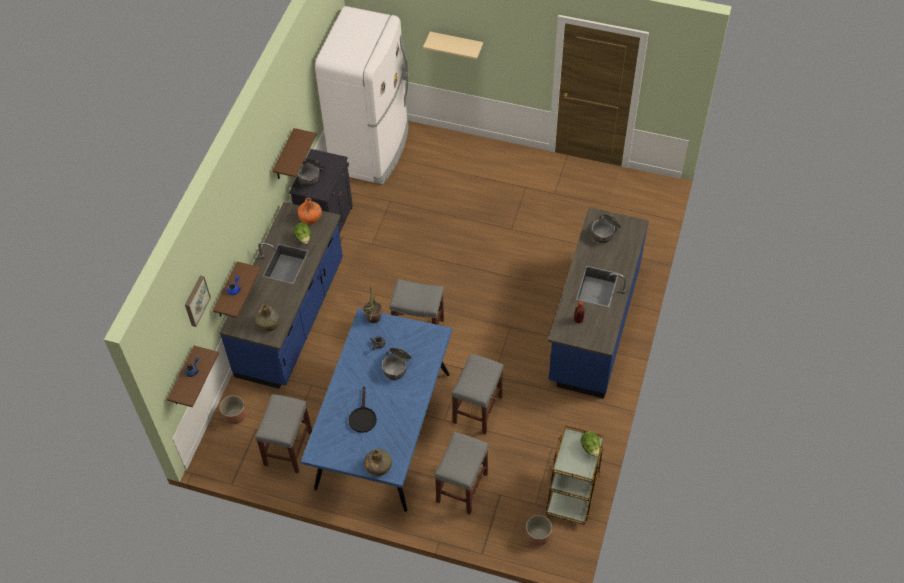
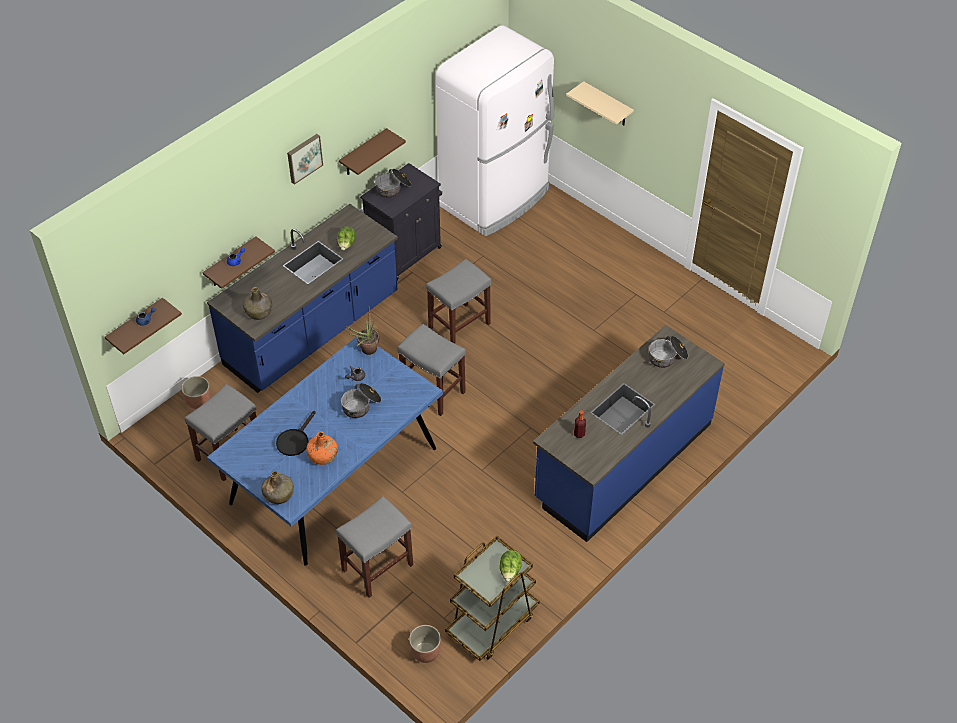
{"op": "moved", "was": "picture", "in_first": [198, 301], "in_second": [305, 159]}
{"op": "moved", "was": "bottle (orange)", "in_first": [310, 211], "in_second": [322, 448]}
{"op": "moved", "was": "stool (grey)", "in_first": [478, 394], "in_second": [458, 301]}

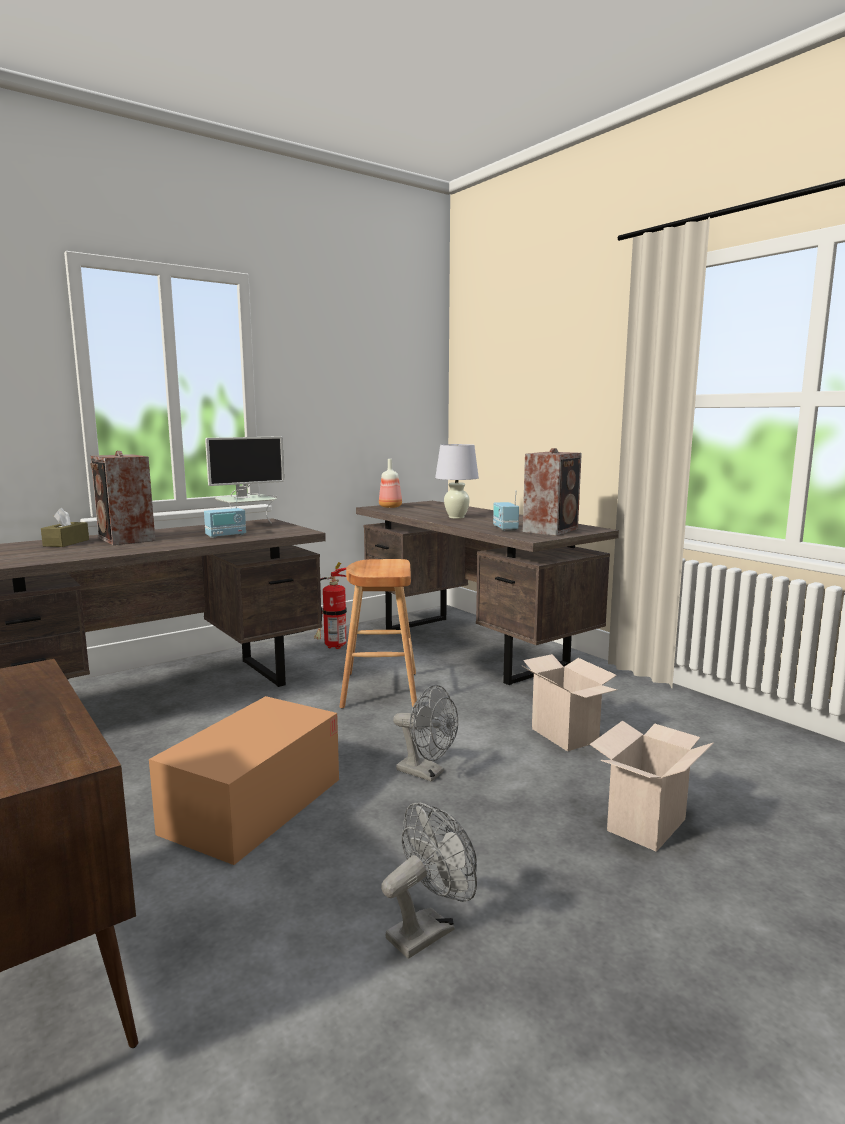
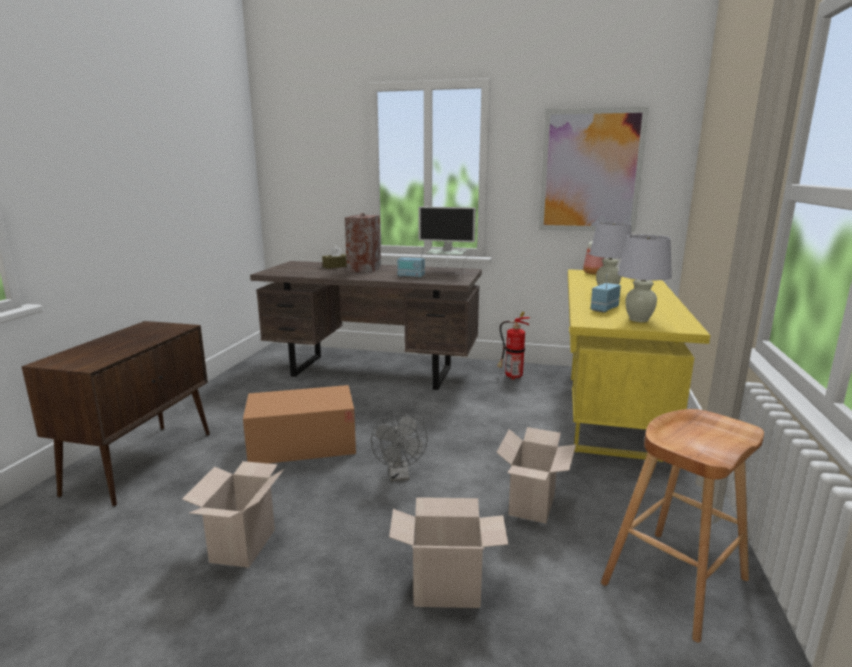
{"op": "moved", "was": "stool (brown)", "in_first": [378, 633], "in_second": [682, 526]}
{"op": "recoloured", "was": "desk (brown)", "now": "desk (yellow)", "in_first": [487, 593], "in_second": [639, 365]}
{"op": "replaced", "was": "fan (grey)", "now": "cardboard box", "in_first": [429, 880], "in_second": [233, 514]}
{"op": "replaced", "was": "speaker", "now": "table lamp (white)", "in_first": [552, 492], "in_second": [645, 278]}
{"op": "added", "now": "picture", "in_second": [593, 169]}

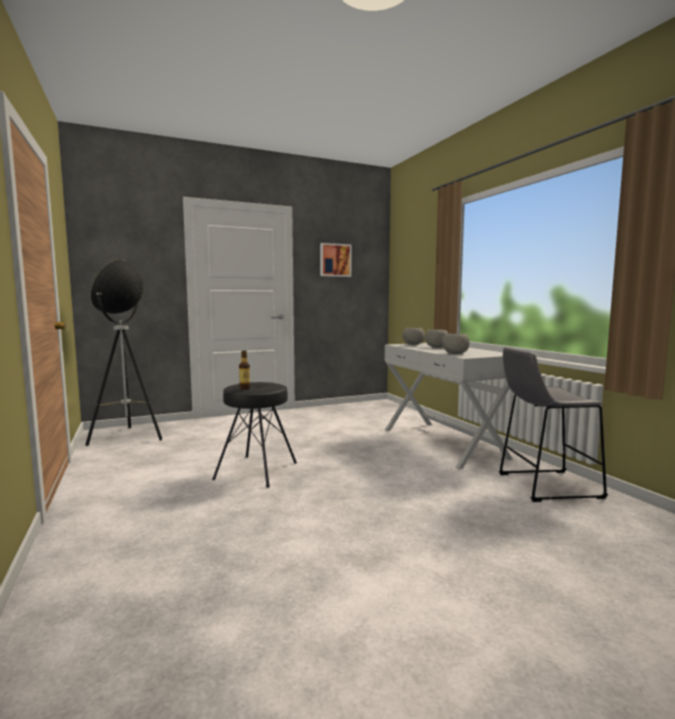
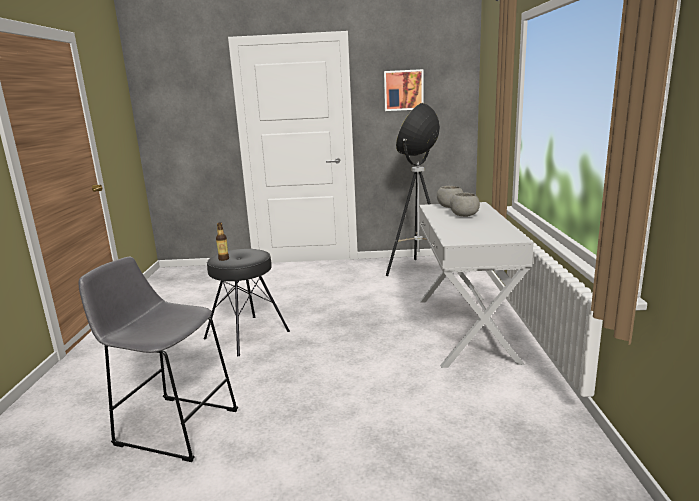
{"op": "moved", "was": "floor lamp", "in_first": [123, 352], "in_second": [413, 189]}
{"op": "removed", "was": "bowl (grey)", "in_first": [456, 343]}
{"op": "moved", "was": "stool (grey)", "in_first": [553, 424], "in_second": [158, 359]}

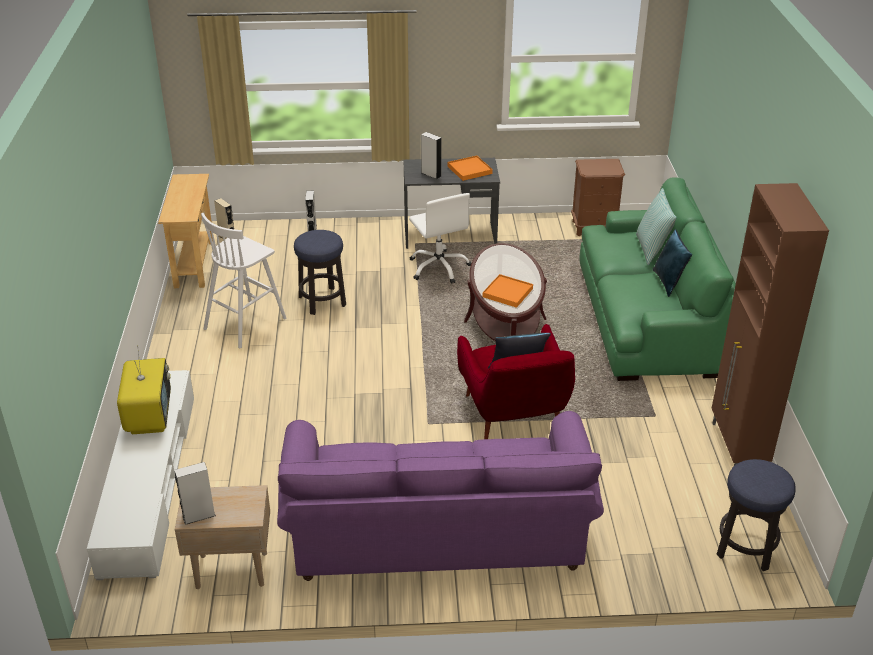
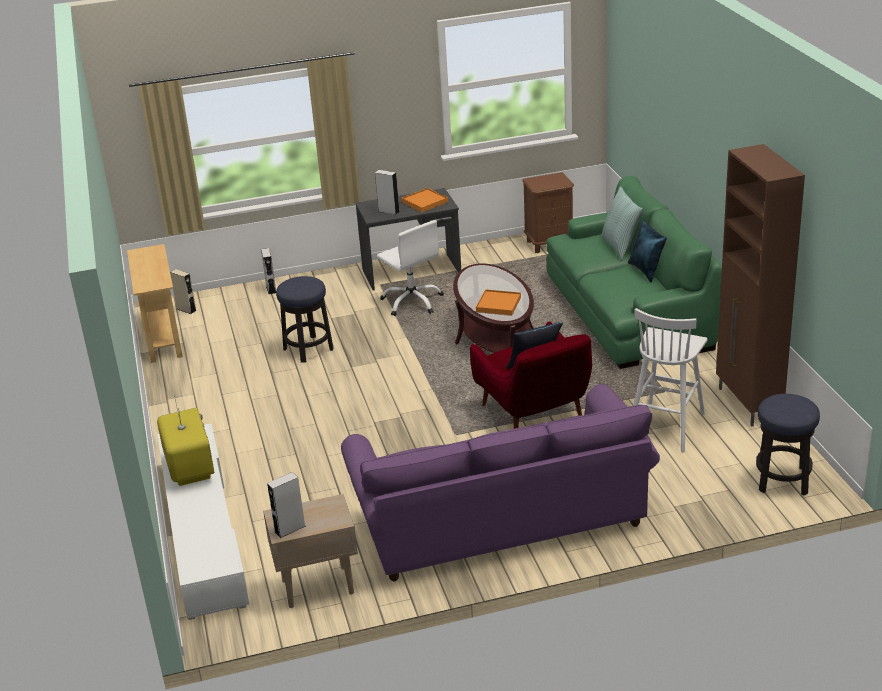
{"op": "moved", "was": "stool (white)", "in_first": [243, 280], "in_second": [670, 380]}

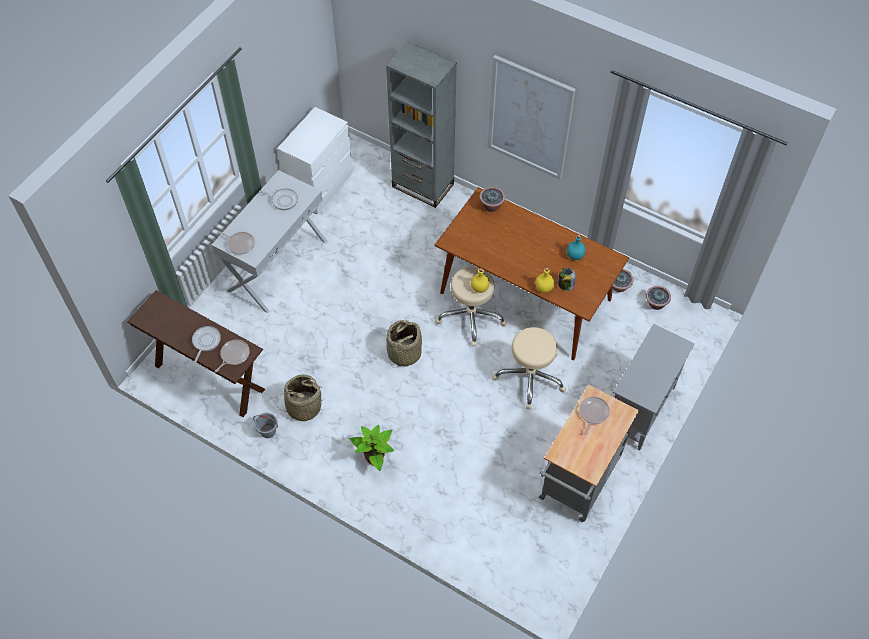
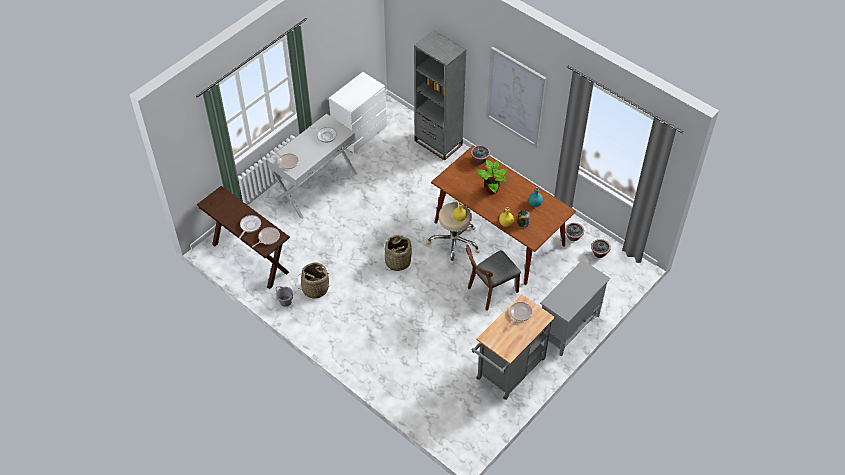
{"op": "moved", "was": "potted plant", "in_first": [372, 448], "in_second": [491, 177]}
{"op": "replaced", "was": "stool (beige)", "now": "chair (brown)", "in_first": [529, 368], "in_second": [493, 278]}

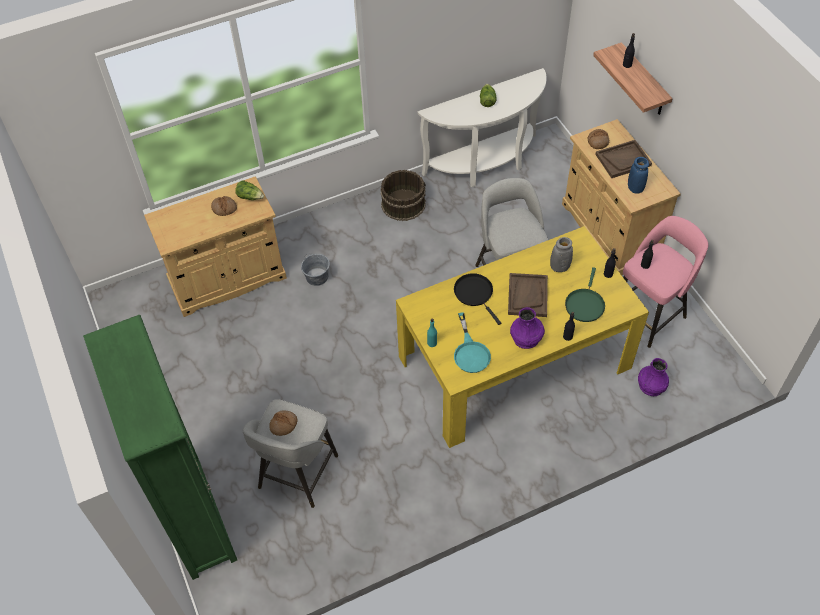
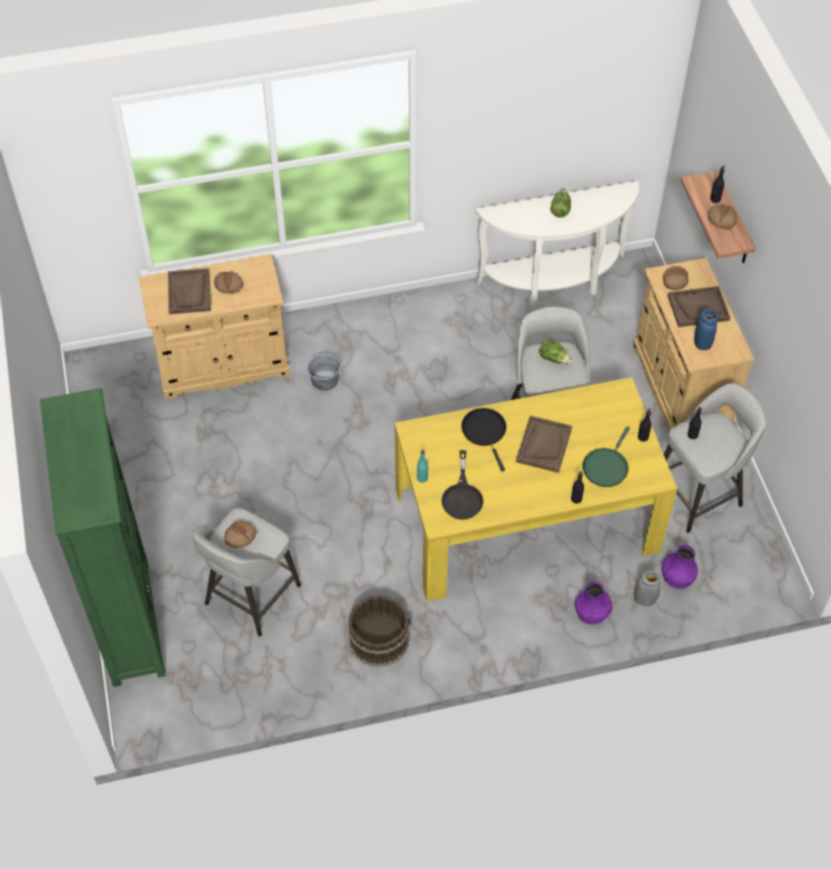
{"op": "moved", "was": "lettuce", "in_first": [249, 190], "in_second": [555, 351]}
{"op": "moved", "was": "bucket (brown)", "in_first": [403, 195], "in_second": [379, 631]}
{"op": "recoloured", "was": "frying pan (turquoise)", "now": "frying pan (black)", "in_first": [472, 342], "in_second": [462, 485]}
{"op": "moved", "was": "vase (purple)", "in_first": [527, 328], "in_second": [593, 603]}
{"op": "moved", "was": "vase (grey)", "in_first": [561, 254], "in_second": [647, 588]}
{"op": "recoloured", "was": "stool (pink)", "now": "stool (grey)", "in_first": [666, 282], "in_second": [715, 458]}
{"op": "added", "now": "tray (brown)", "in_second": [189, 291]}
{"op": "added", "now": "bread", "in_second": [722, 216]}

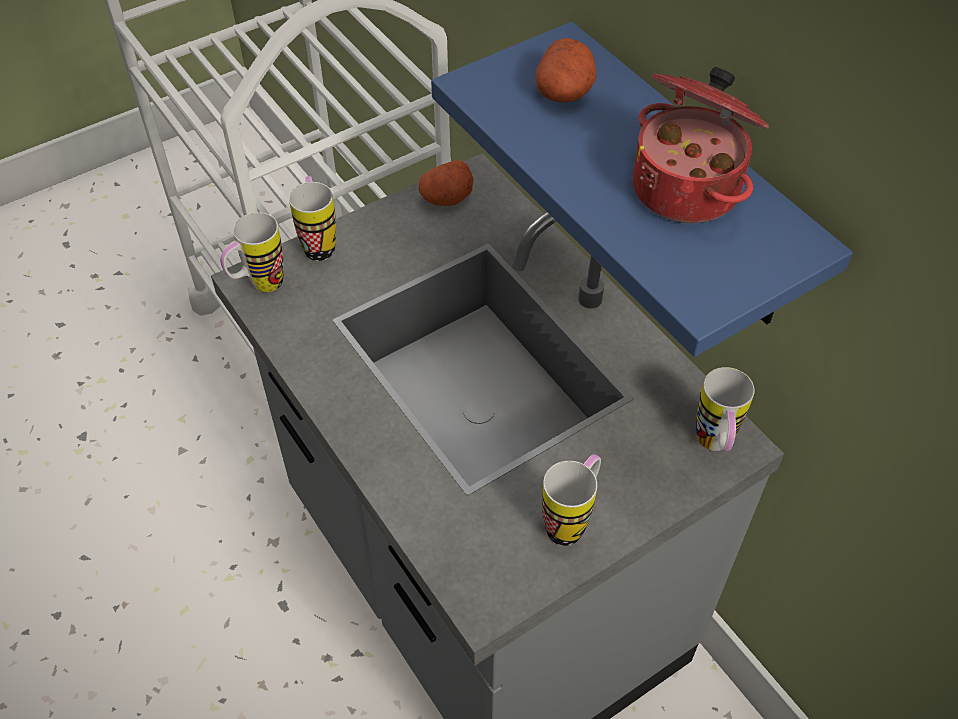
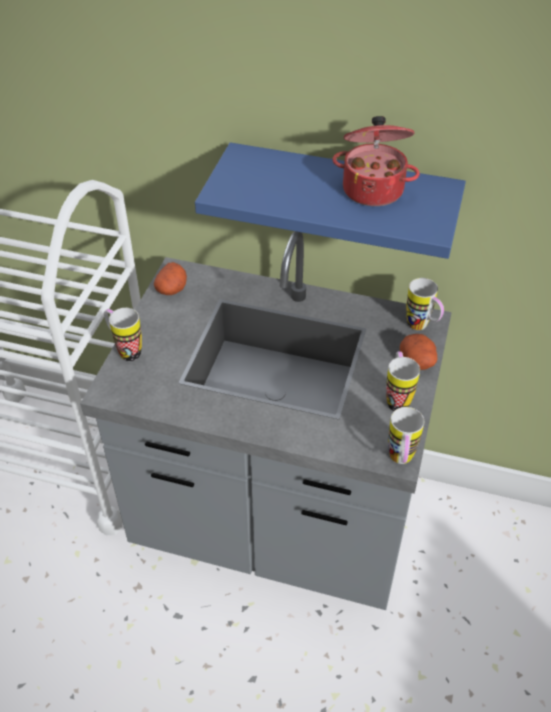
{"op": "moved", "was": "mug", "in_first": [252, 252], "in_second": [406, 435]}
{"op": "moved", "was": "potato", "in_first": [566, 70], "in_second": [418, 352]}

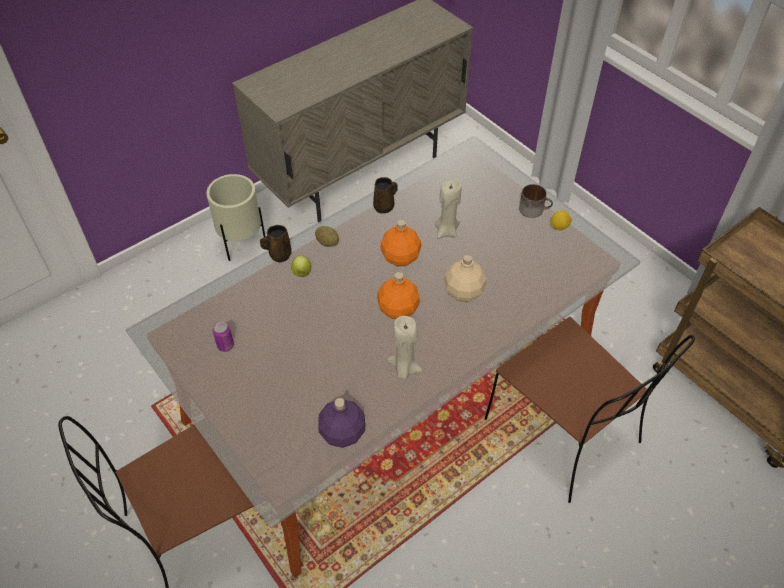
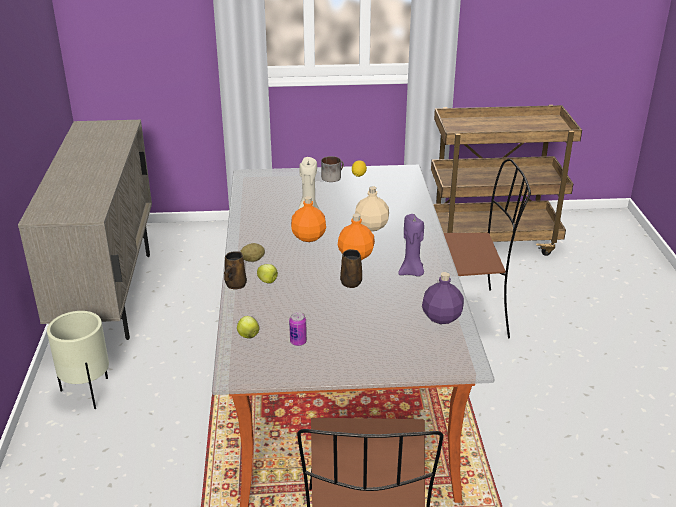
{"op": "moved", "was": "mug (brown)", "in_first": [385, 195], "in_second": [351, 268]}
{"op": "recoloured", "was": "candle (beige)", "now": "candle (purple)", "in_first": [405, 348], "in_second": [411, 245]}
{"op": "added", "now": "apple", "in_second": [248, 327]}

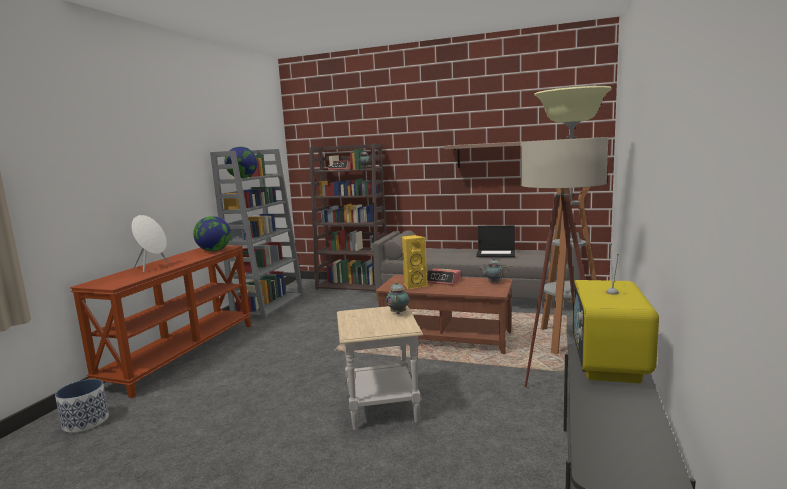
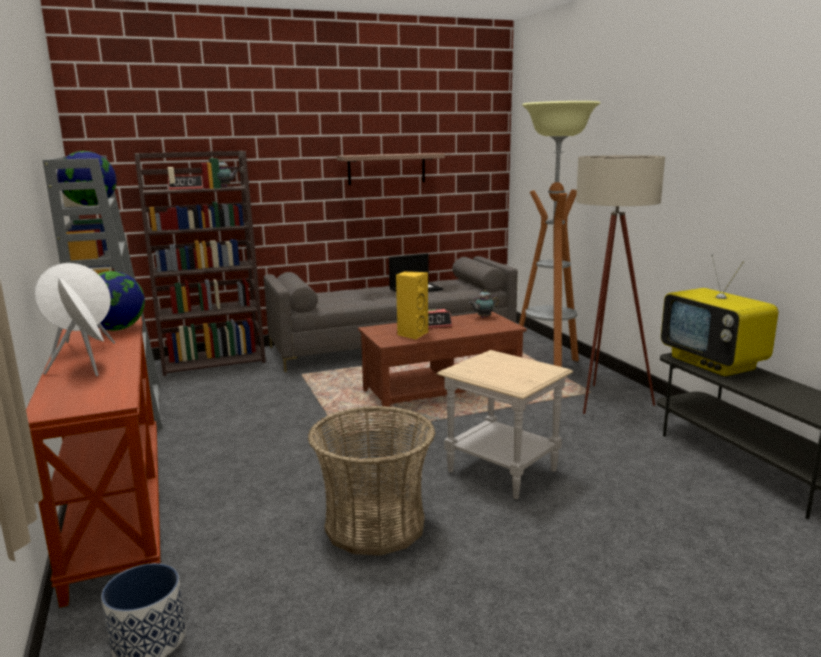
{"op": "removed", "was": "teapot", "in_first": [397, 298]}
{"op": "added", "now": "speaker (white)", "in_second": [75, 310]}
{"op": "added", "now": "basket", "in_second": [371, 481]}

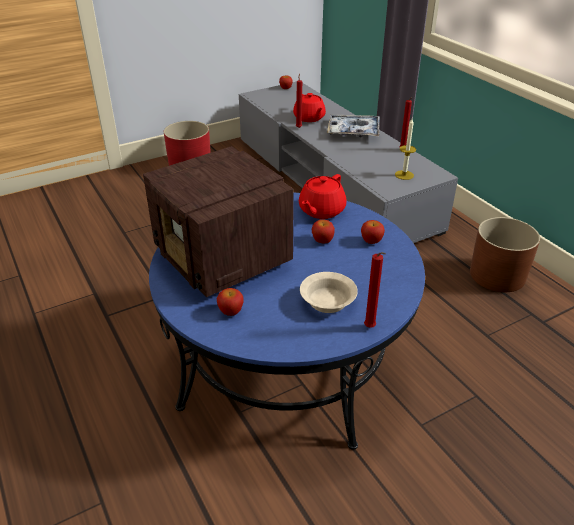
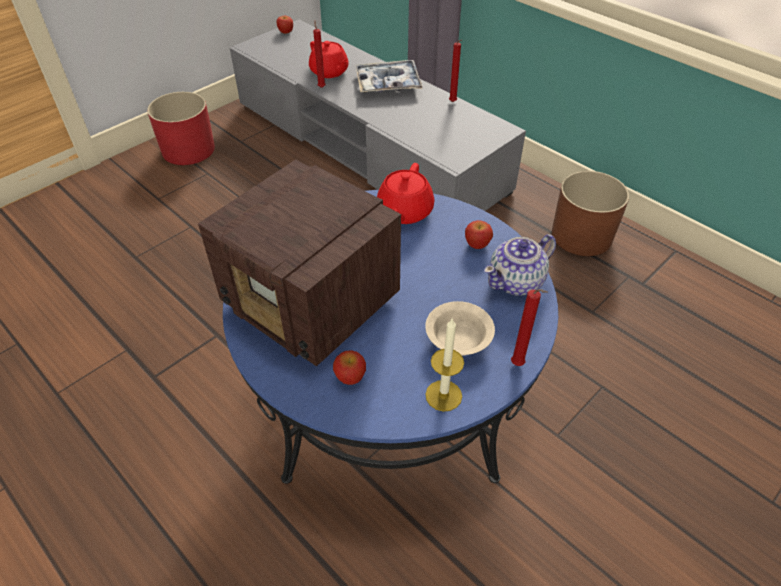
{"op": "removed", "was": "apple", "in_first": [323, 231]}
{"op": "moved", "was": "candle", "in_first": [405, 149], "in_second": [444, 365]}
{"op": "added", "now": "teapot", "in_second": [520, 265]}

